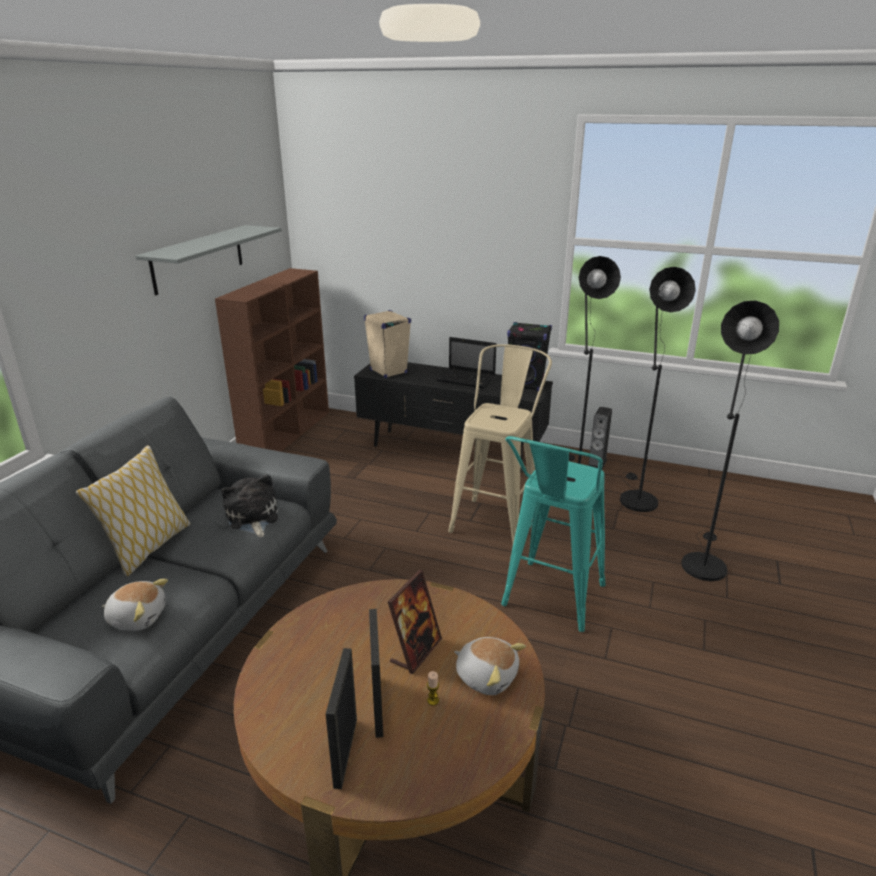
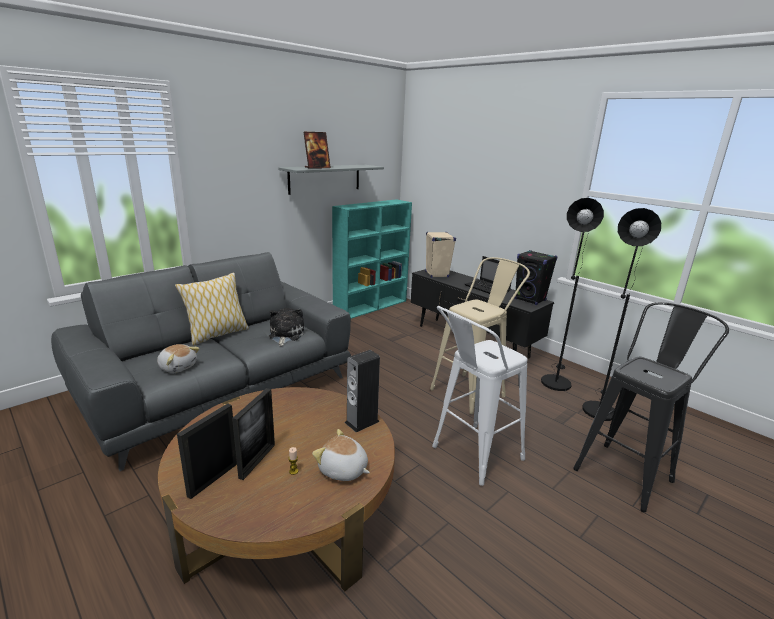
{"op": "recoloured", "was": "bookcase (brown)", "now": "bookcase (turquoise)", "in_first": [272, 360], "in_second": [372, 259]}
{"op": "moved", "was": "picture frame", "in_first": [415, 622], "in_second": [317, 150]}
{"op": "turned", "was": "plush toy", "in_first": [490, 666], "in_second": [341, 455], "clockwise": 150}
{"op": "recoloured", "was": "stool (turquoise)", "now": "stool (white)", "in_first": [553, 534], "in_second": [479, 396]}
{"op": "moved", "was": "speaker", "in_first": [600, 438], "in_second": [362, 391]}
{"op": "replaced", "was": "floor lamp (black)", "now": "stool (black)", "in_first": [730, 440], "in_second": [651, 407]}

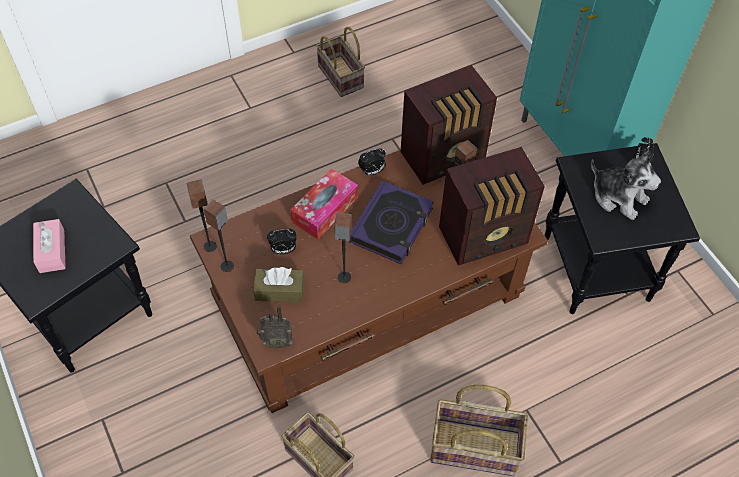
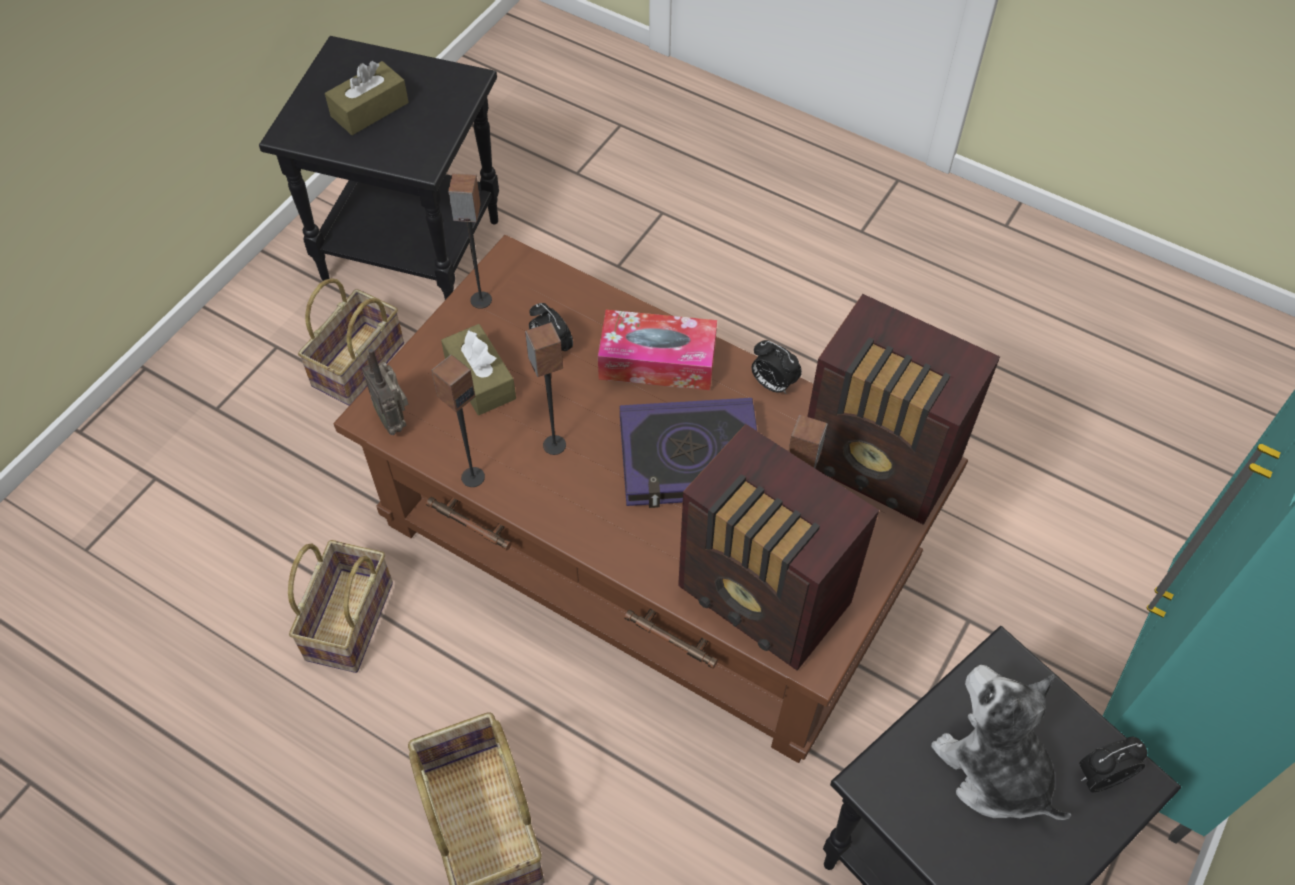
{"op": "recoloured", "was": "tissue box (pink)", "now": "tissue box (brown)", "in_first": [49, 246], "in_second": [367, 98]}
{"op": "moved", "was": "speaker", "in_first": [201, 215], "in_second": [458, 421]}
{"op": "moved", "was": "basket", "in_first": [340, 62], "in_second": [351, 342]}
{"op": "turned", "was": "plush toy", "in_first": [626, 186], "in_second": [1001, 742], "clockwise": 135}

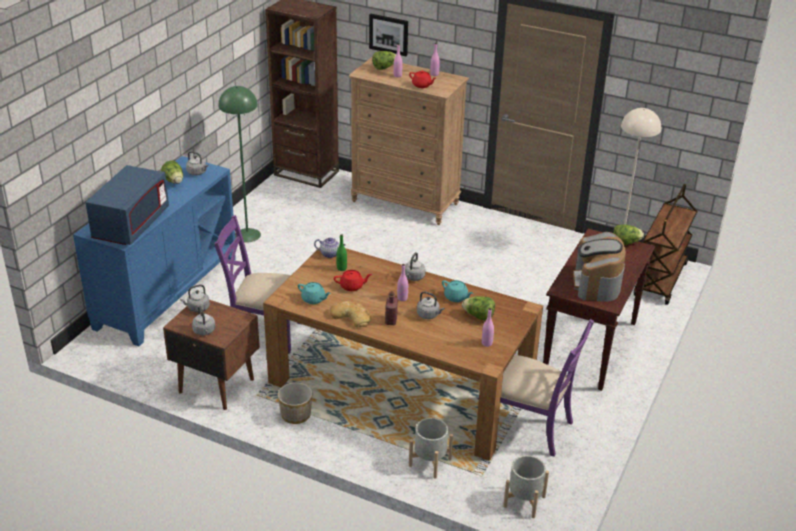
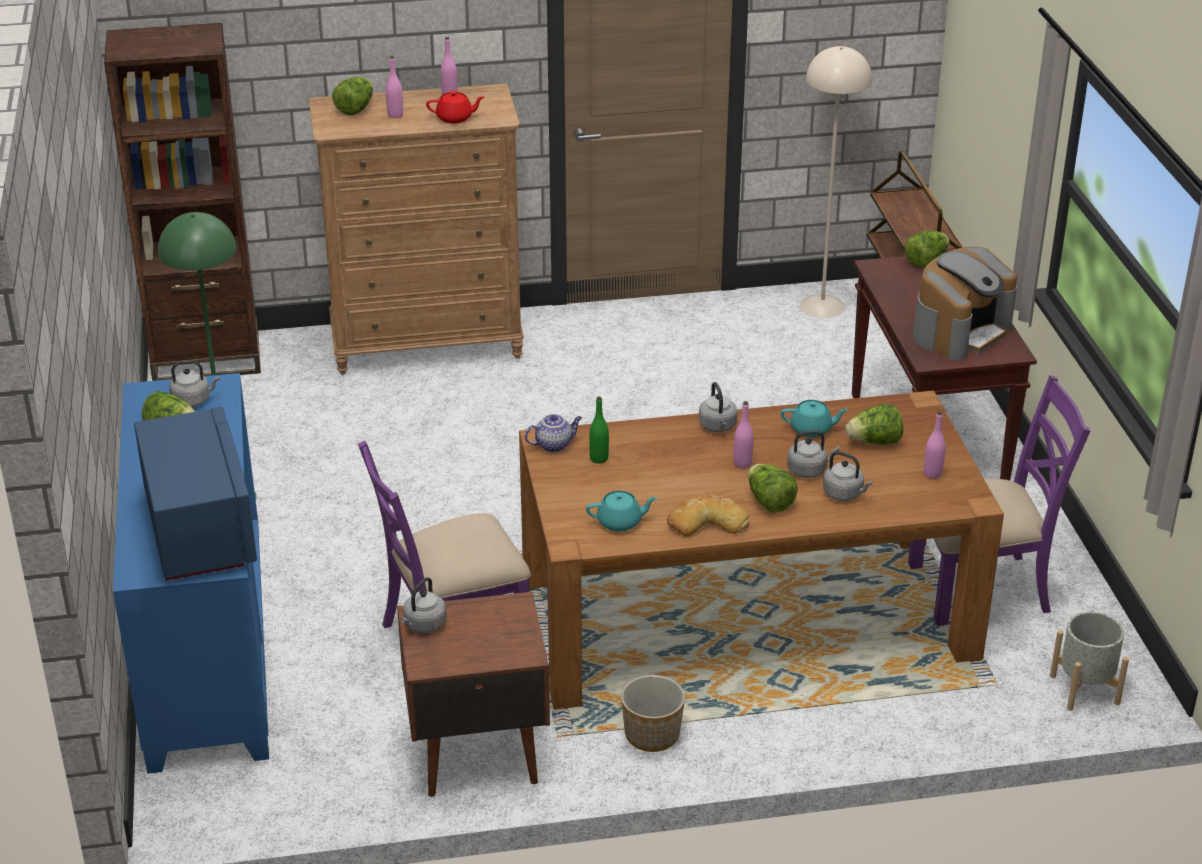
{"op": "moved", "was": "kettle (grey)", "in_first": [203, 320], "in_second": [848, 476]}
{"op": "removed", "was": "teapot (red)", "in_first": [353, 280]}
{"op": "removed", "was": "picture", "in_first": [388, 35]}
{"op": "replaced", "was": "bottle (red)", "now": "lettuce", "in_first": [391, 308], "in_second": [773, 488]}
{"op": "removed", "was": "planter (grey)", "in_first": [431, 448]}
{"op": "turned", "was": "coffee machine", "in_first": [599, 267], "in_second": [965, 303], "clockwise": -105}

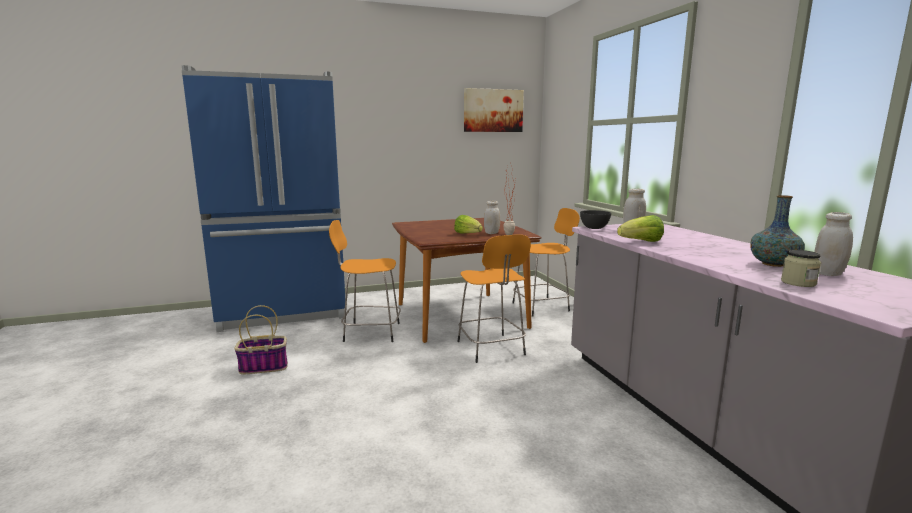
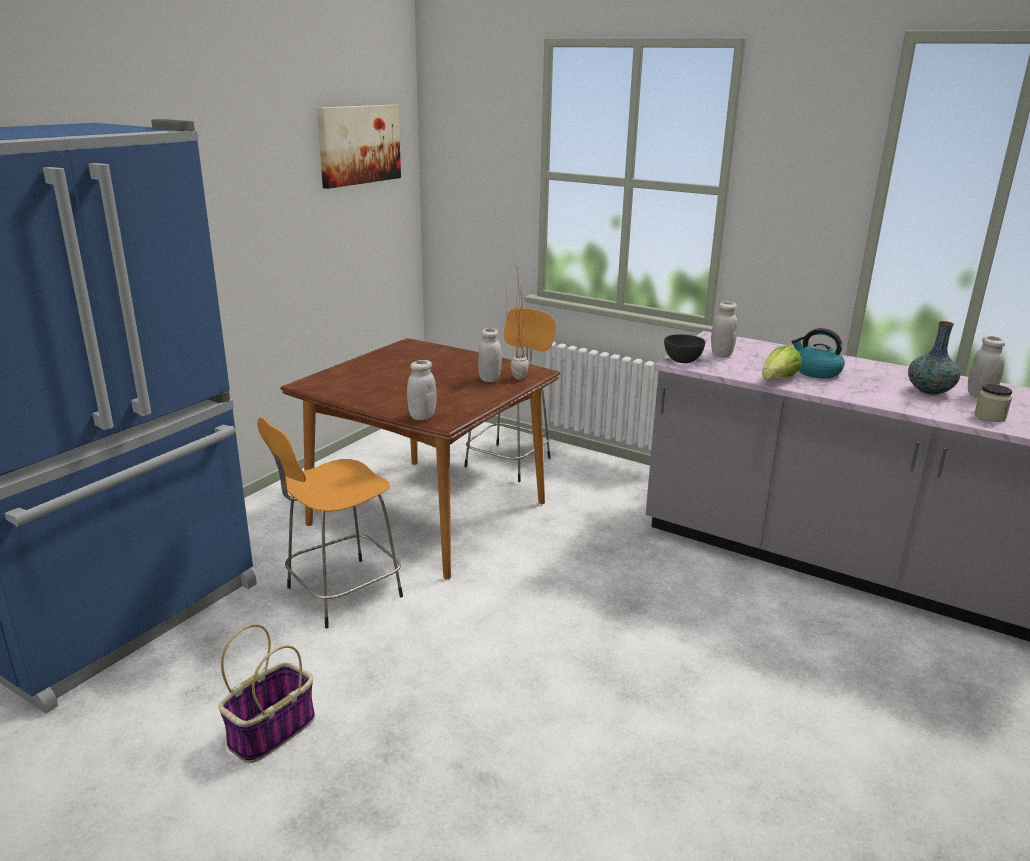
{"op": "removed", "was": "lettuce", "in_first": [468, 224]}
{"op": "removed", "was": "stool (orange)", "in_first": [494, 298]}
{"op": "added", "now": "jar (white)", "in_second": [422, 390]}
{"op": "added", "now": "kettle", "in_second": [818, 353]}

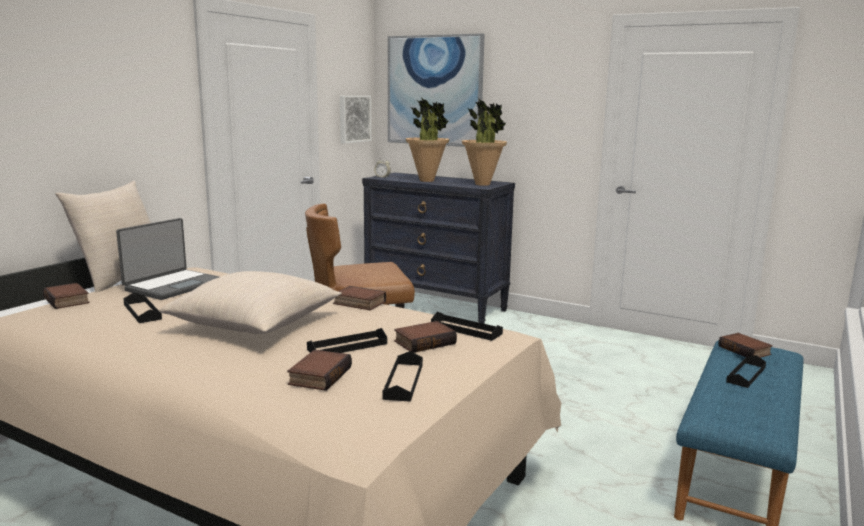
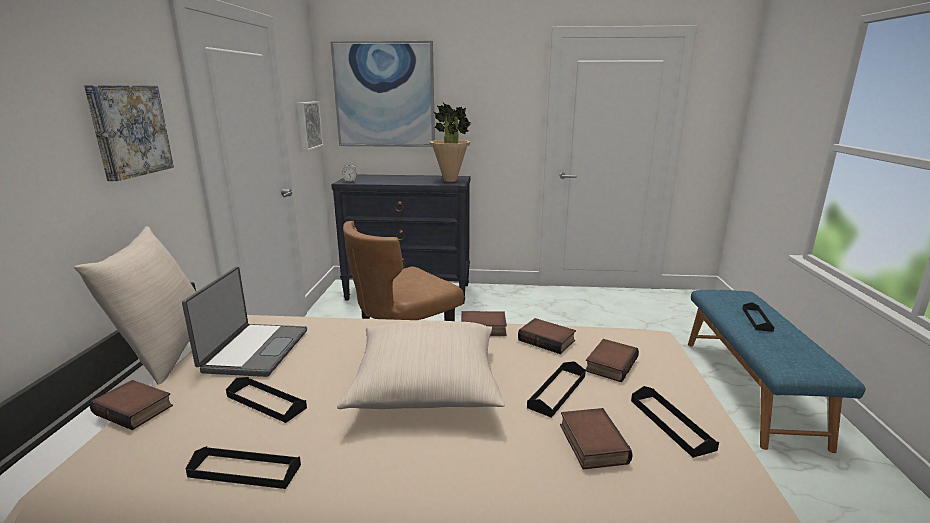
{"op": "removed", "was": "potted plant", "in_first": [427, 139]}
{"op": "moved", "was": "tray (black)", "in_first": [467, 326], "in_second": [243, 467]}
{"op": "moved", "was": "book", "in_first": [745, 345], "in_second": [547, 336]}
{"op": "added", "now": "picture", "in_second": [129, 133]}

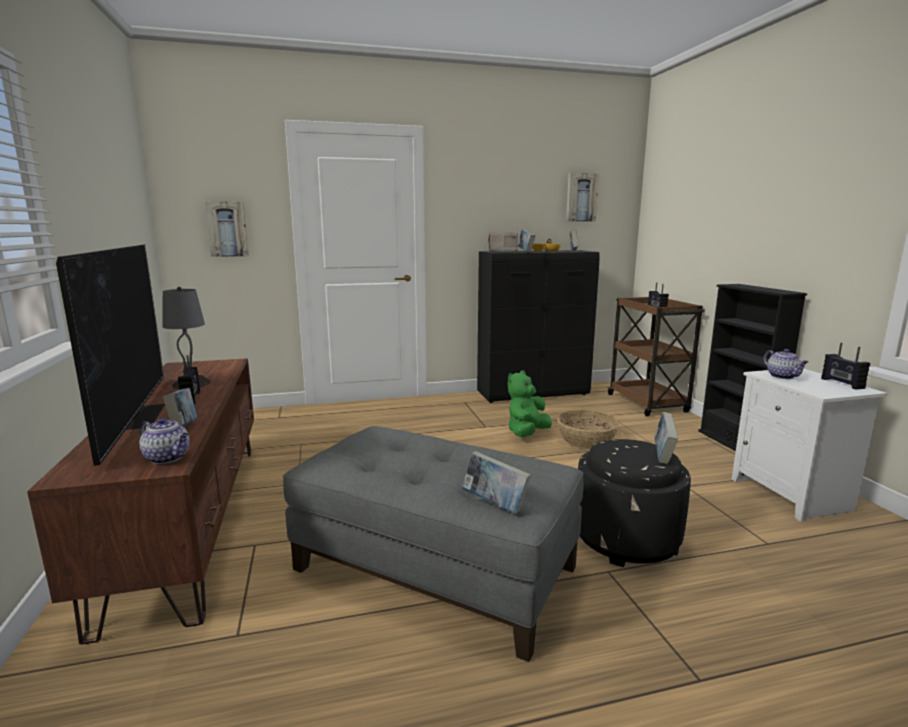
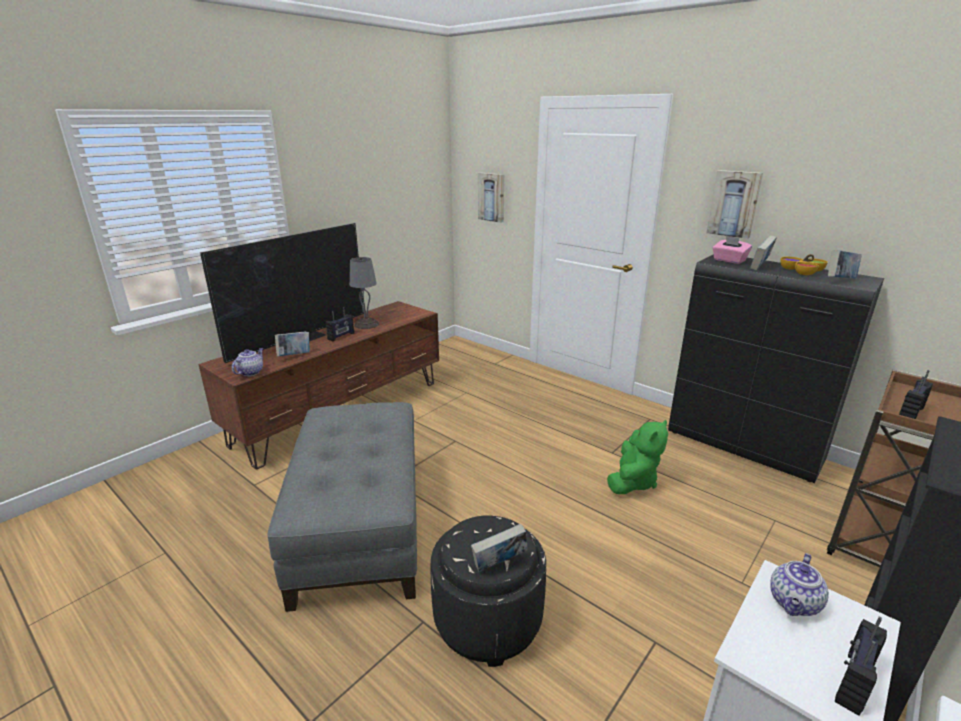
{"op": "turned", "was": "teapot", "in_first": [164, 441], "in_second": [248, 362], "clockwise": -150}
{"op": "removed", "was": "book", "in_first": [496, 482]}
{"op": "replaced", "was": "radio", "now": "tissue box (pink)", "in_first": [503, 242], "in_second": [732, 250]}
{"op": "turned", "was": "plush toy (green)", "in_first": [530, 403], "in_second": [637, 457], "clockwise": 120}
{"op": "removed", "was": "basket", "in_first": [588, 430]}
{"op": "moved", "was": "picture", "in_first": [582, 197], "in_second": [734, 204]}

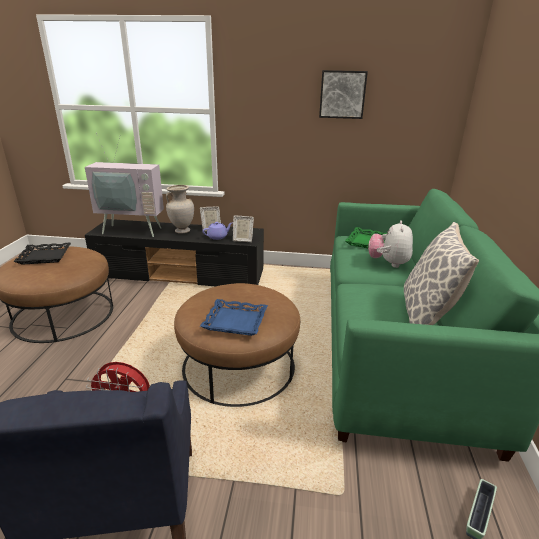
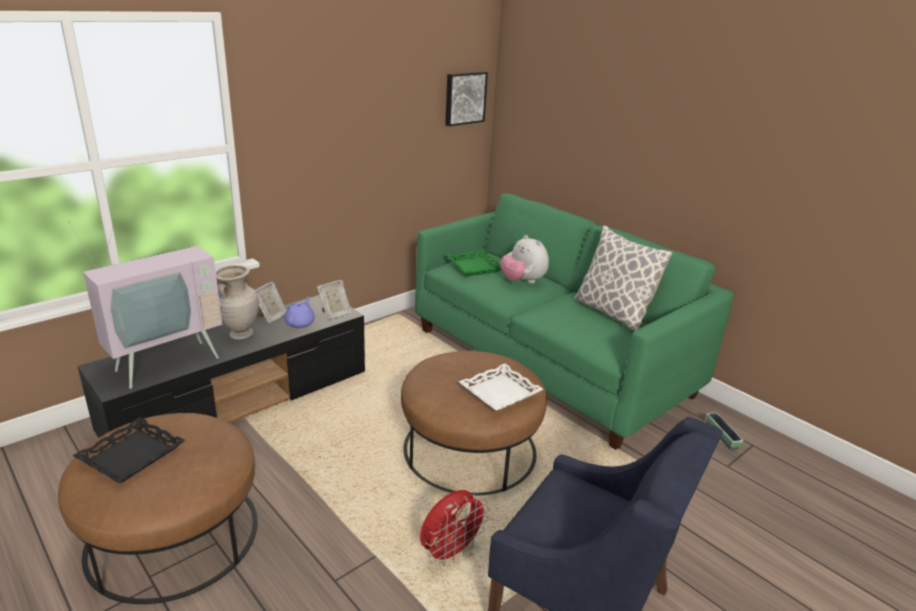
{"op": "recoloured", "was": "tray (blue)", "now": "tray (white)", "in_first": [234, 317], "in_second": [501, 387]}
{"op": "moved", "was": "picture", "in_first": [343, 94], "in_second": [466, 98]}

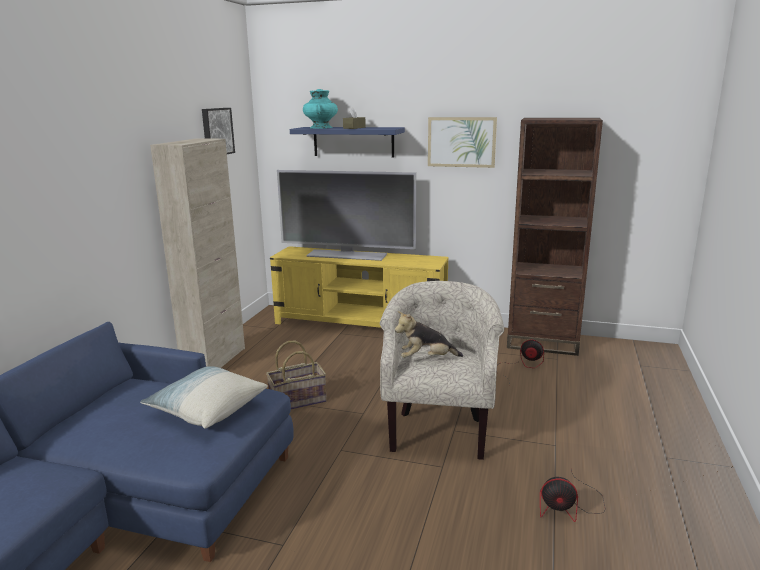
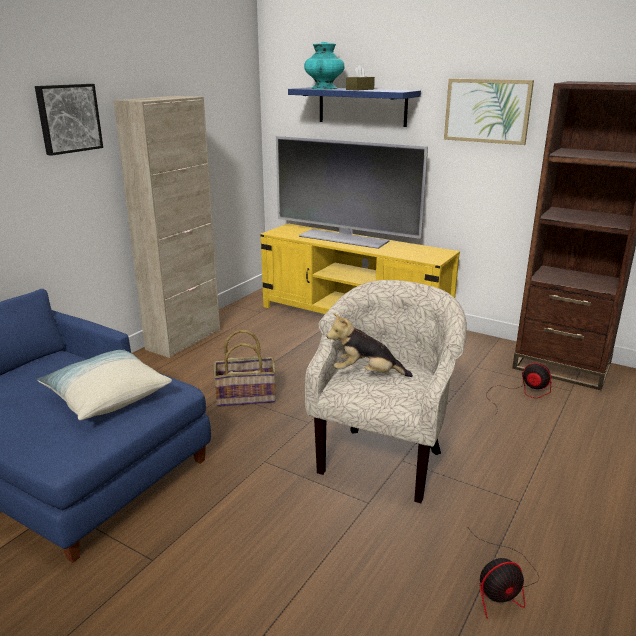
{"op": "moved", "was": "picture", "in_first": [218, 131], "in_second": [69, 120]}
{"op": "turned", "was": "fan", "in_first": [573, 495], "in_second": [504, 573], "clockwise": -45}

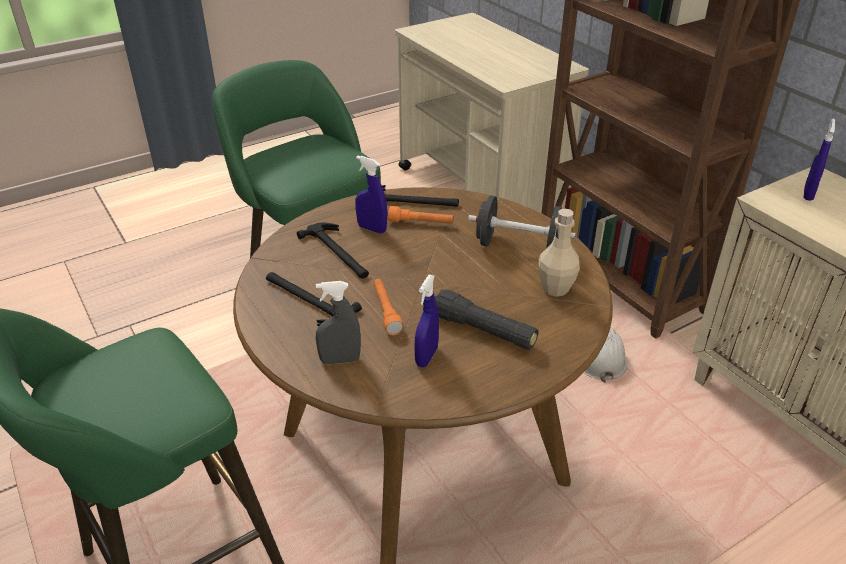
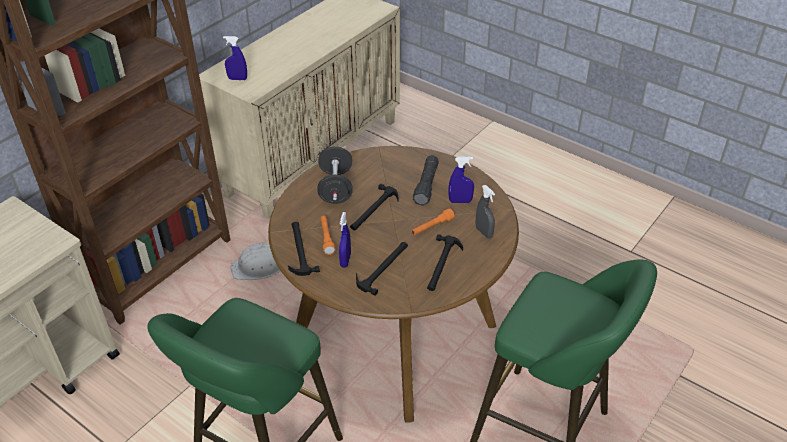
{"op": "removed", "was": "bottle (beige)", "in_first": [559, 253]}
{"op": "added", "now": "hammer", "in_second": [374, 207]}

